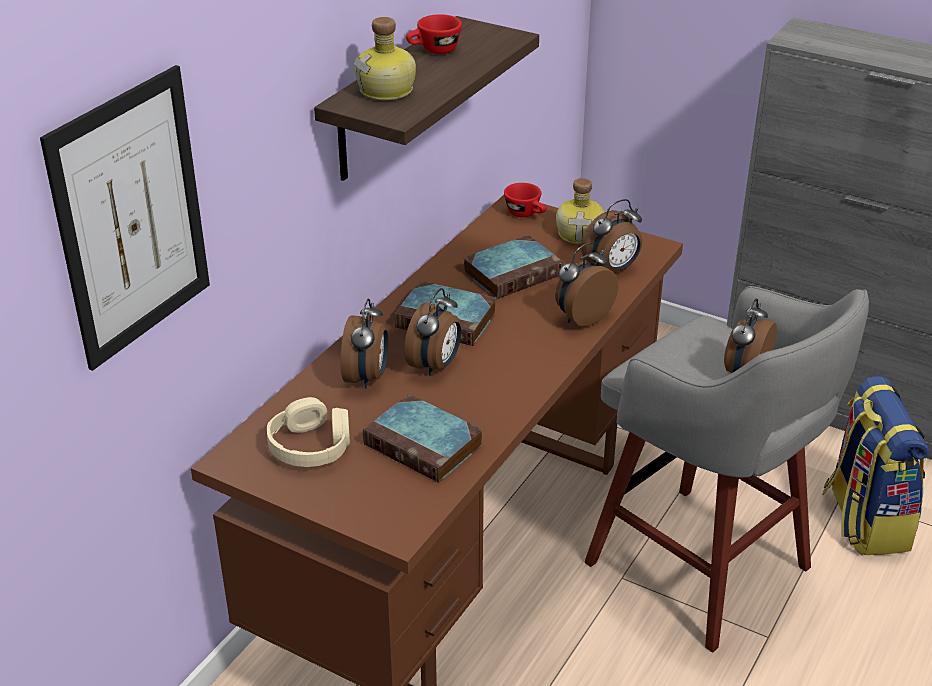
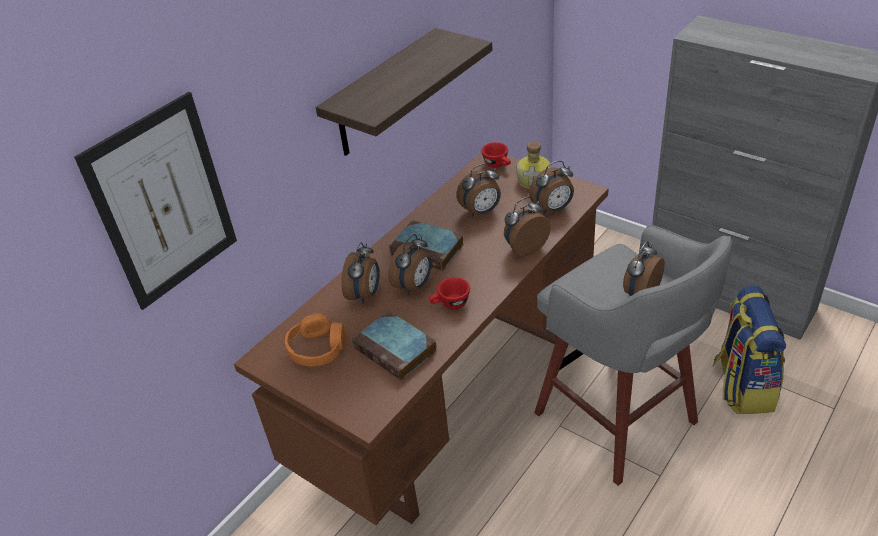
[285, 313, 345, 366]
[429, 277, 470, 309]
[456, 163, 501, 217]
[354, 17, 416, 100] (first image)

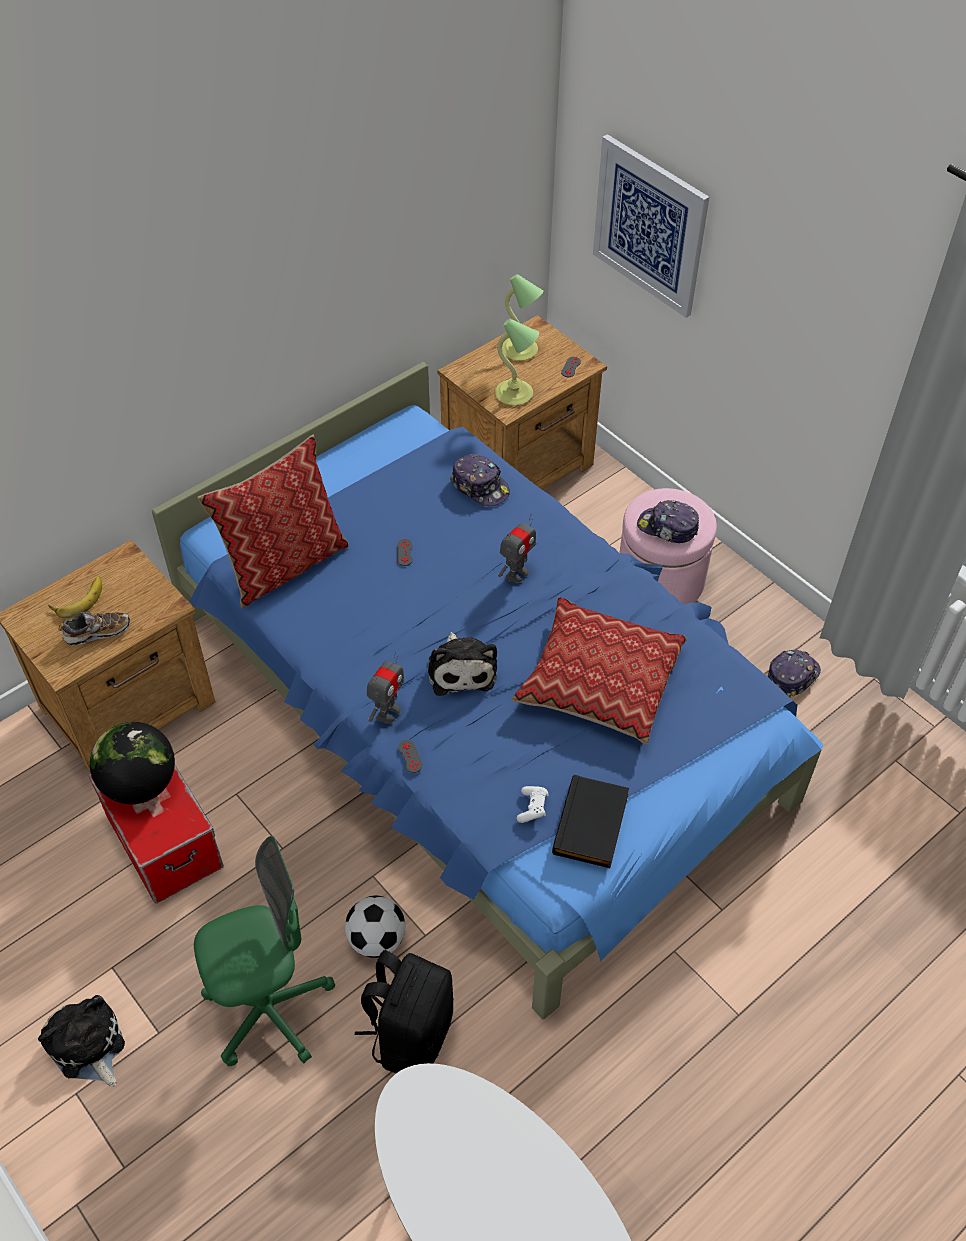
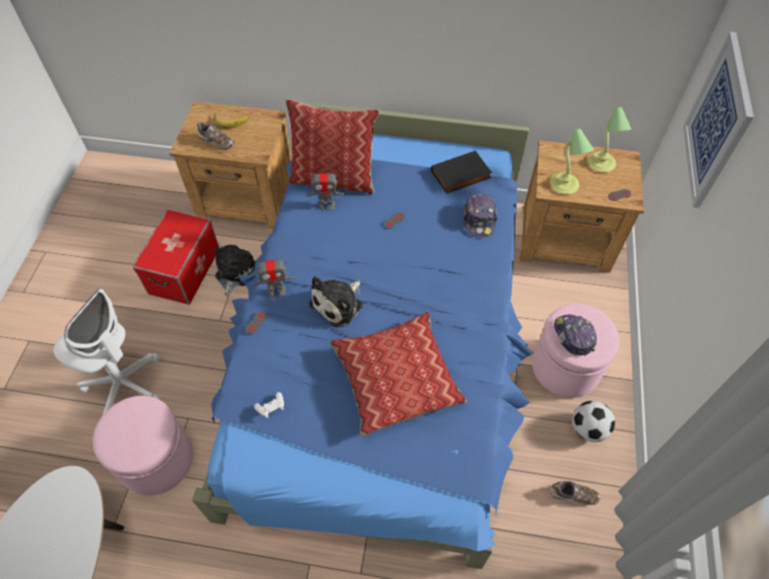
[54, 288, 160, 414]
[93, 396, 193, 496]
[214, 244, 255, 297]
[306, 170, 345, 211]
[431, 151, 492, 194]
[551, 481, 601, 505]
[572, 401, 615, 442]
[90, 722, 175, 804] (first image)

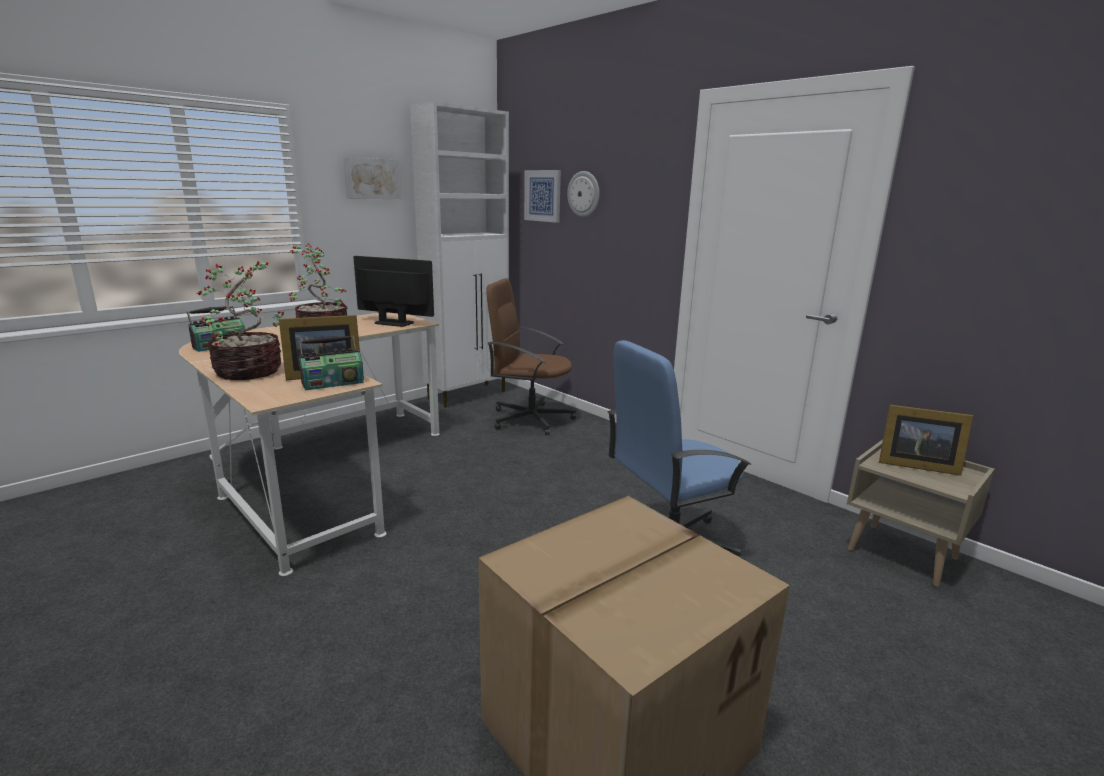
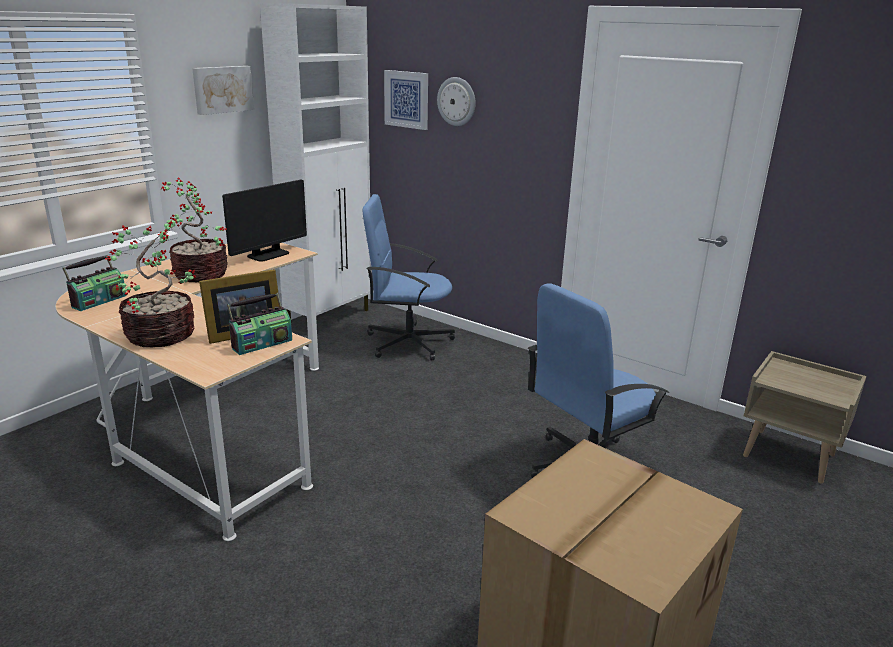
[222, 180, 307, 262]
[363, 194, 455, 361]
[879, 405, 973, 475] (first image)

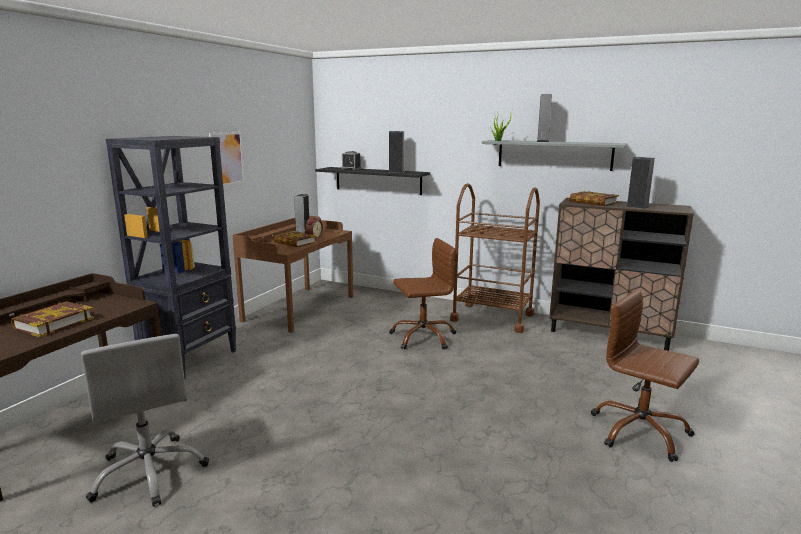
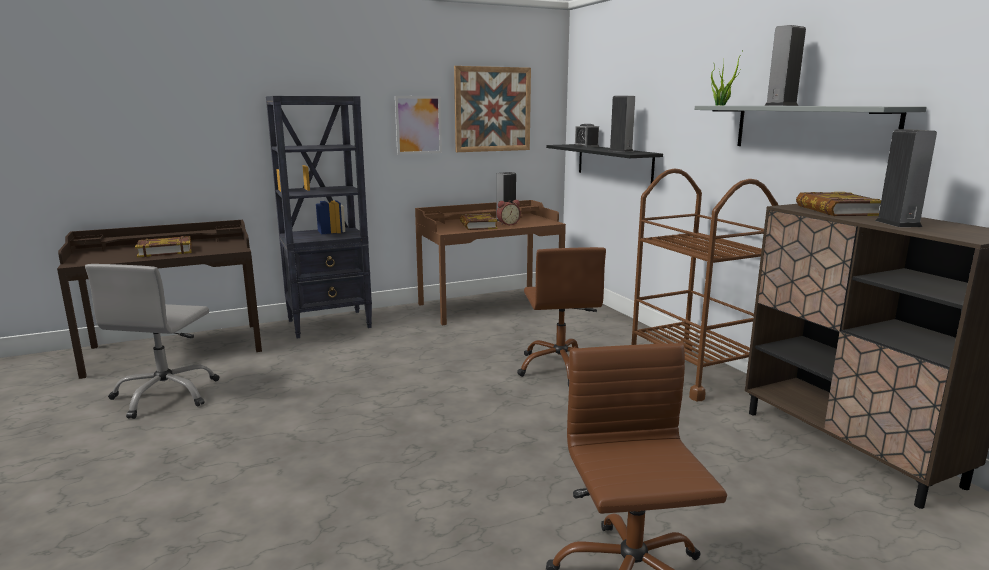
[454, 66, 531, 152]
[517, 247, 606, 387]

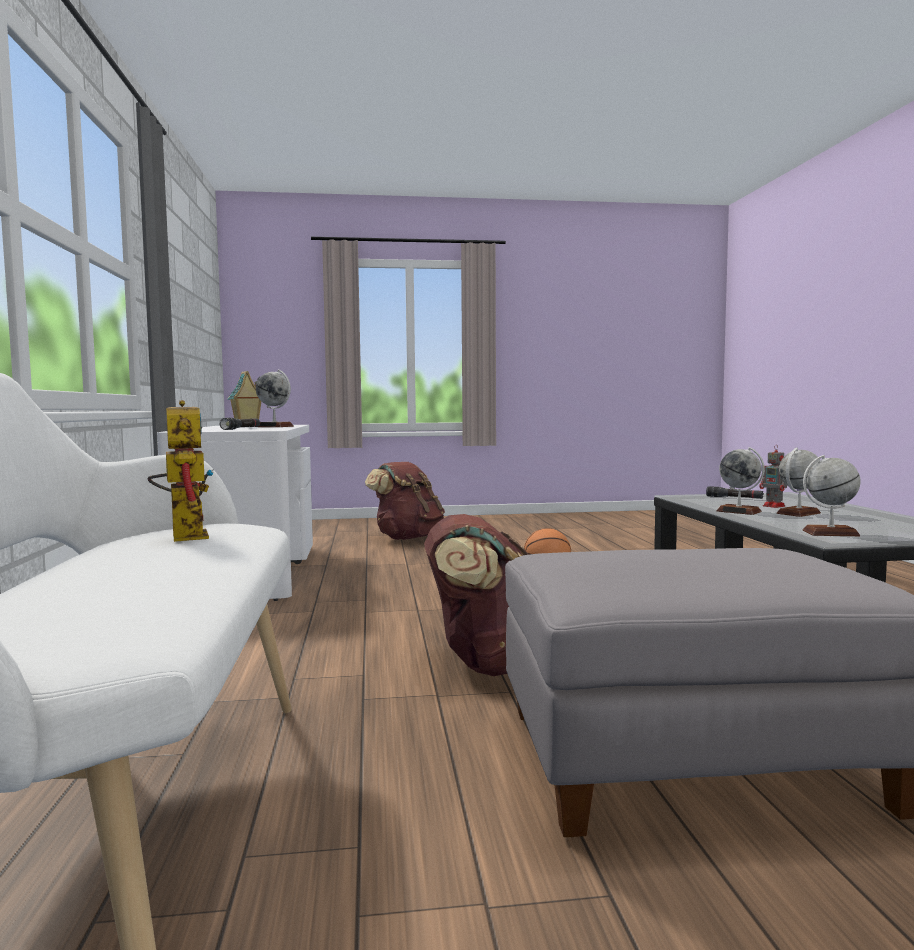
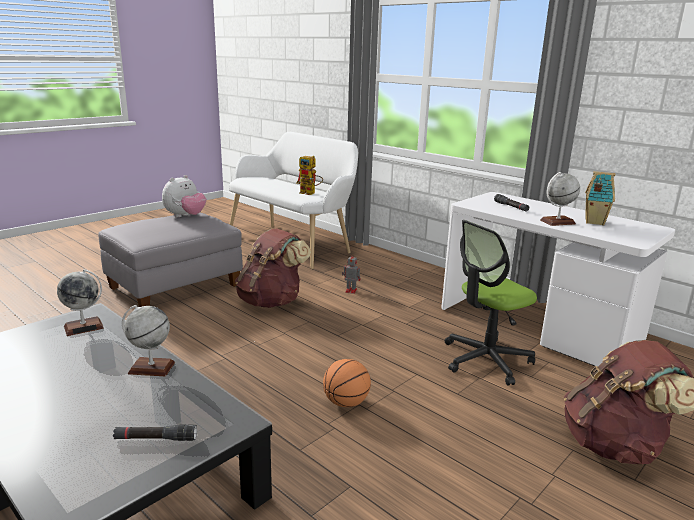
[162, 175, 206, 217]
[342, 253, 360, 294]
[445, 220, 537, 385]
[776, 448, 821, 517] (first image)

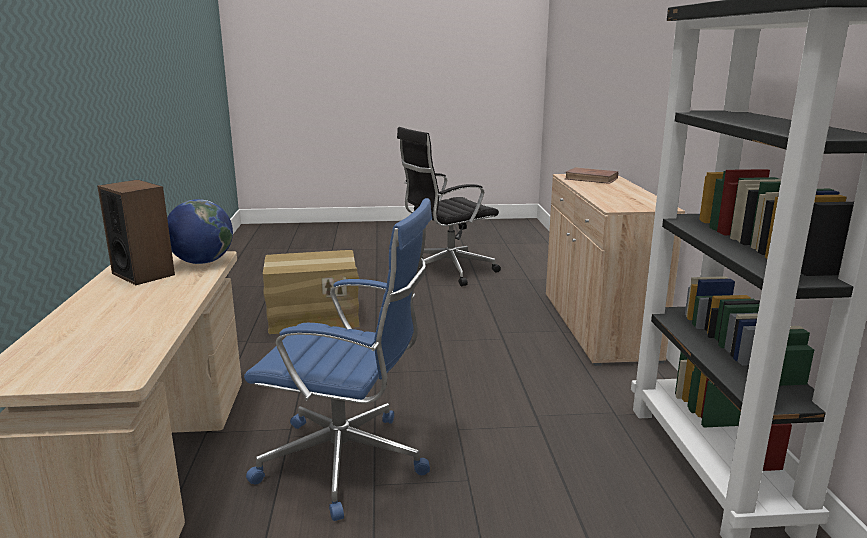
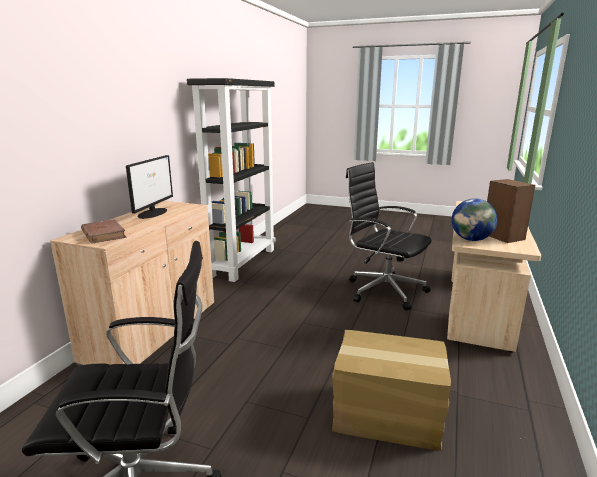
[126, 155, 173, 219]
[346, 162, 432, 310]

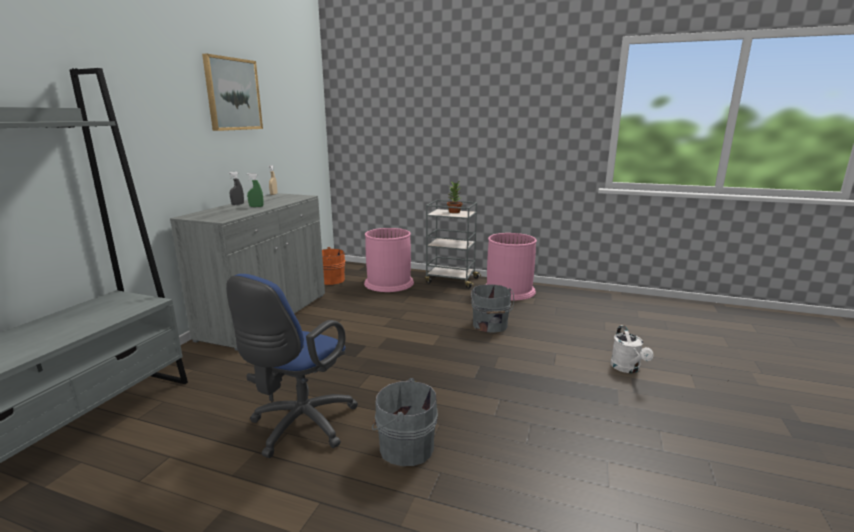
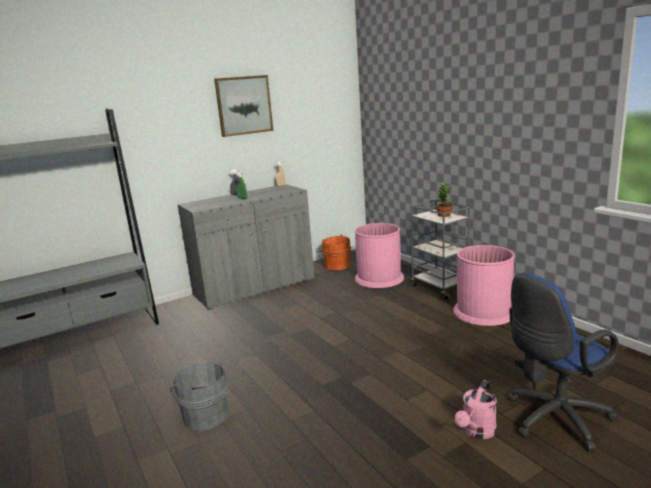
[455, 380, 497, 439]
[507, 273, 619, 451]
[471, 284, 514, 333] (first image)

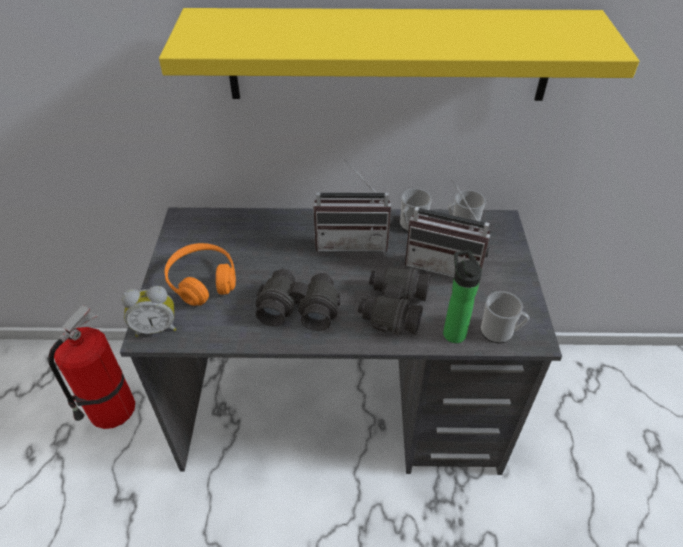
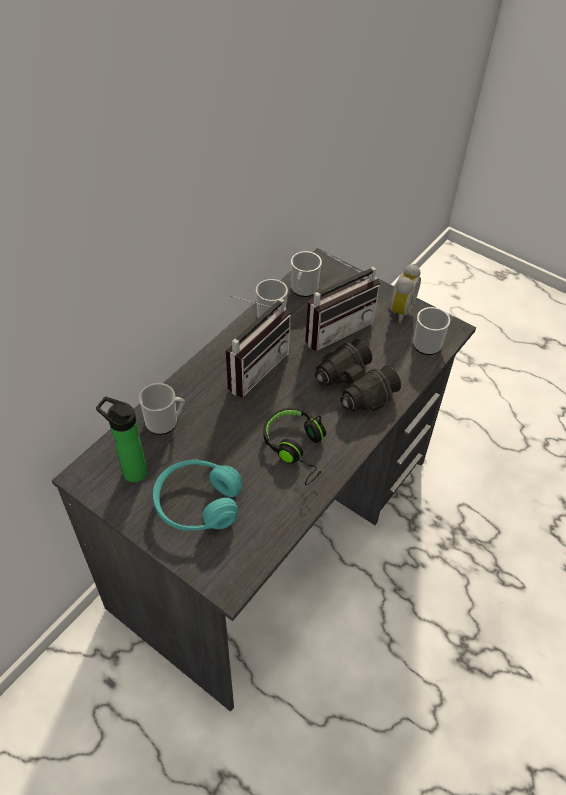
[96, 397, 147, 483]
[139, 383, 184, 435]
[153, 459, 242, 531]
[263, 408, 326, 485]
[388, 264, 421, 324]
[48, 305, 135, 429] (first image)
[159, 8, 639, 101] (first image)

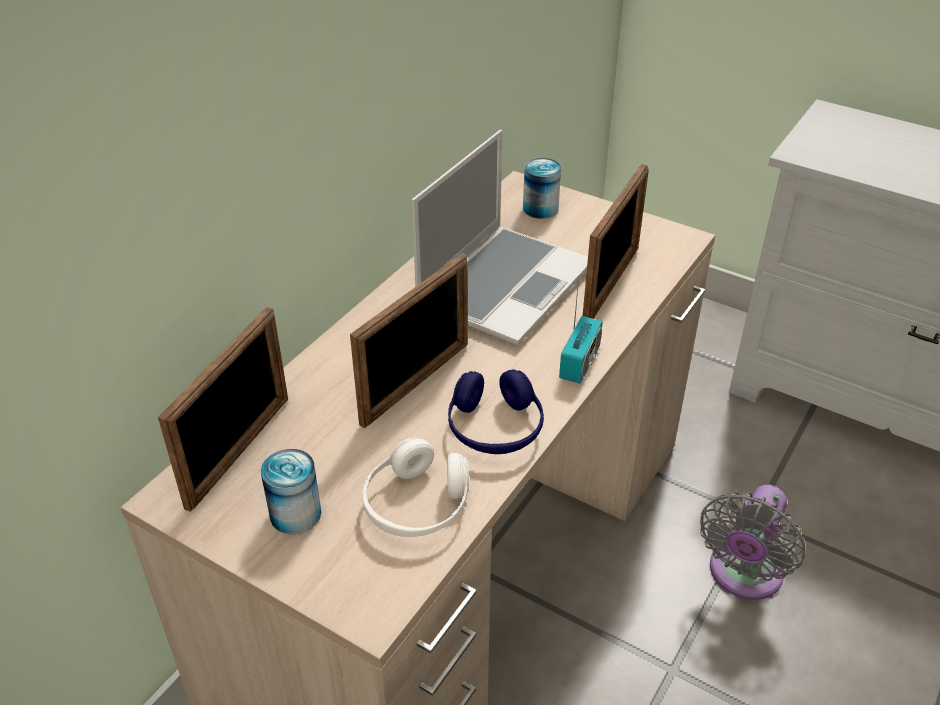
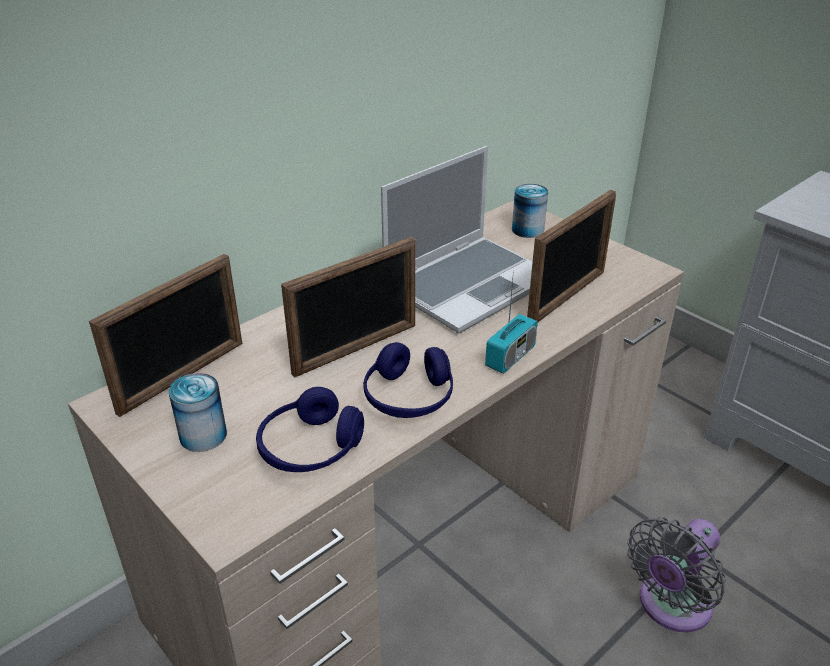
[256, 387, 364, 472]

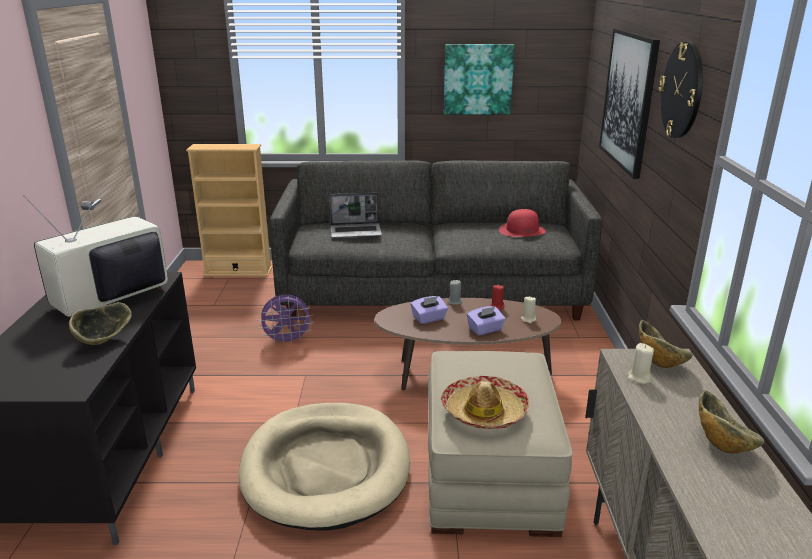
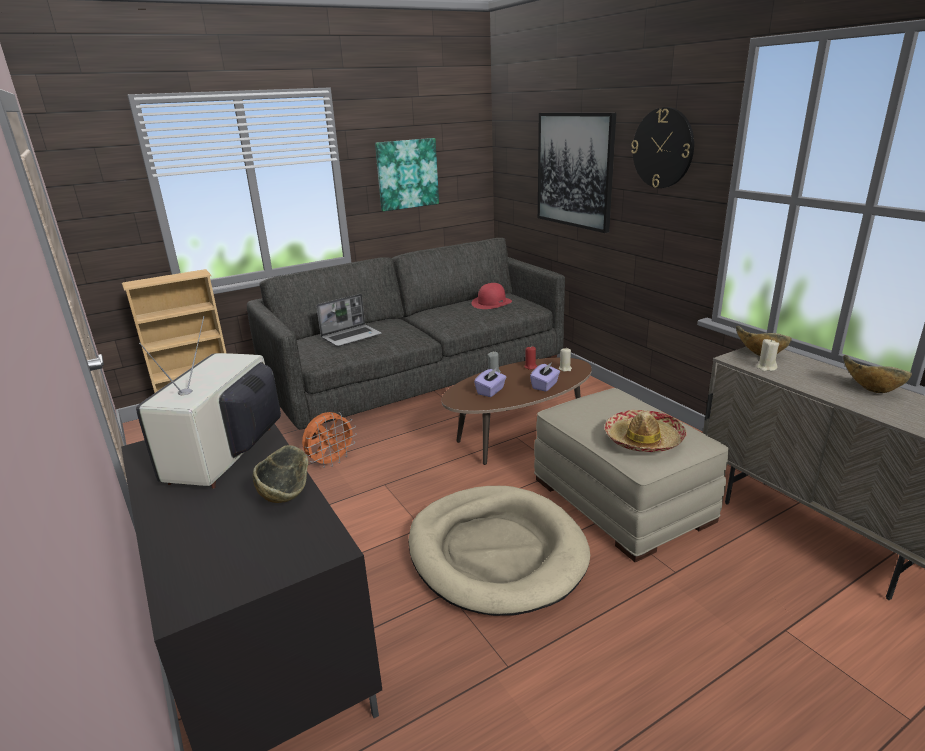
[302, 412, 357, 468]

